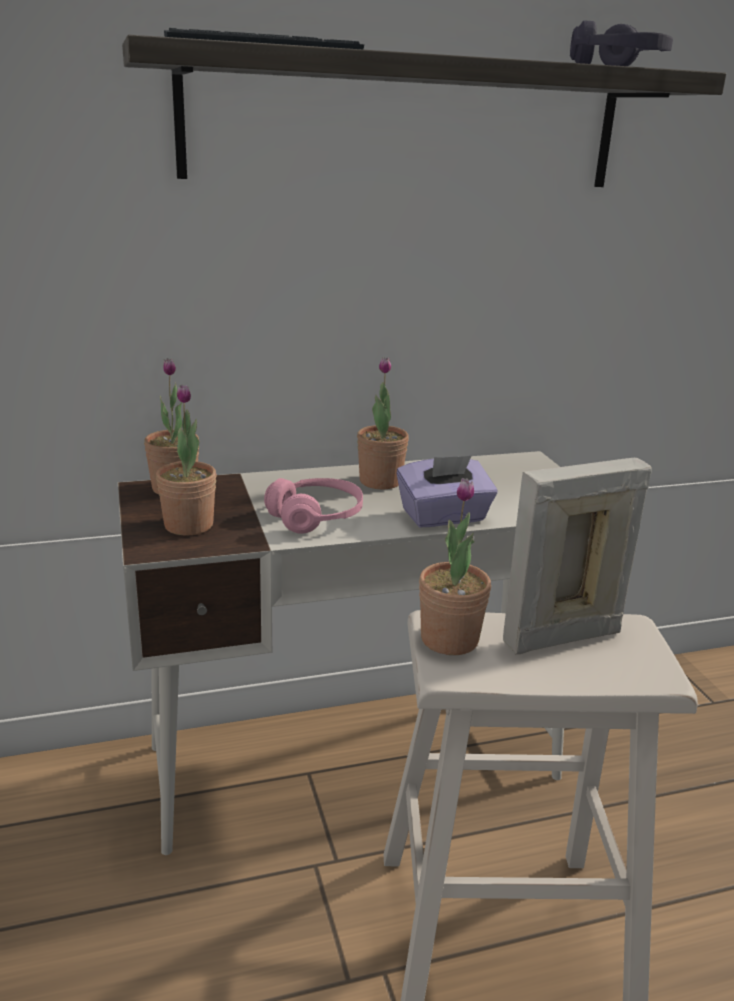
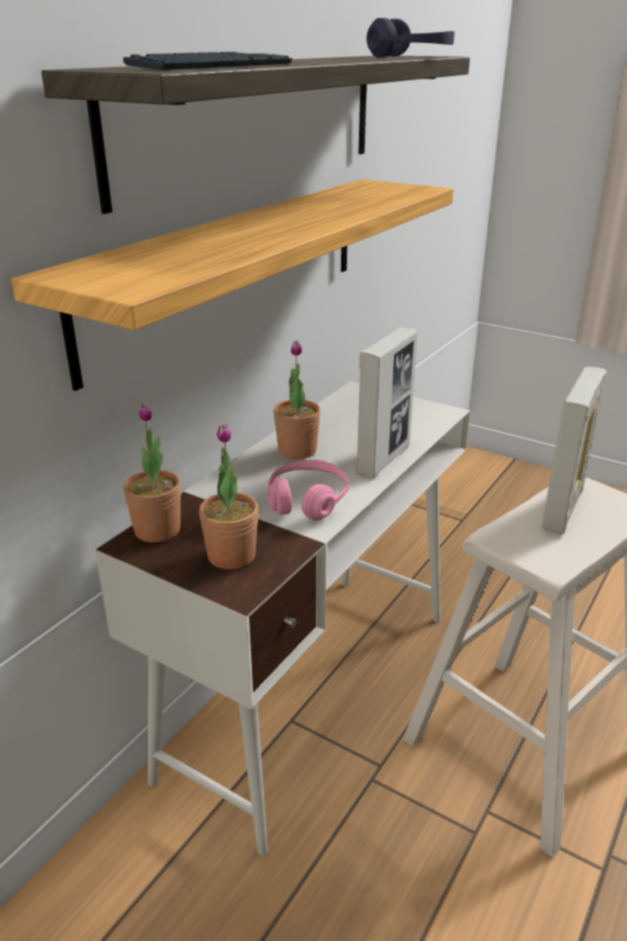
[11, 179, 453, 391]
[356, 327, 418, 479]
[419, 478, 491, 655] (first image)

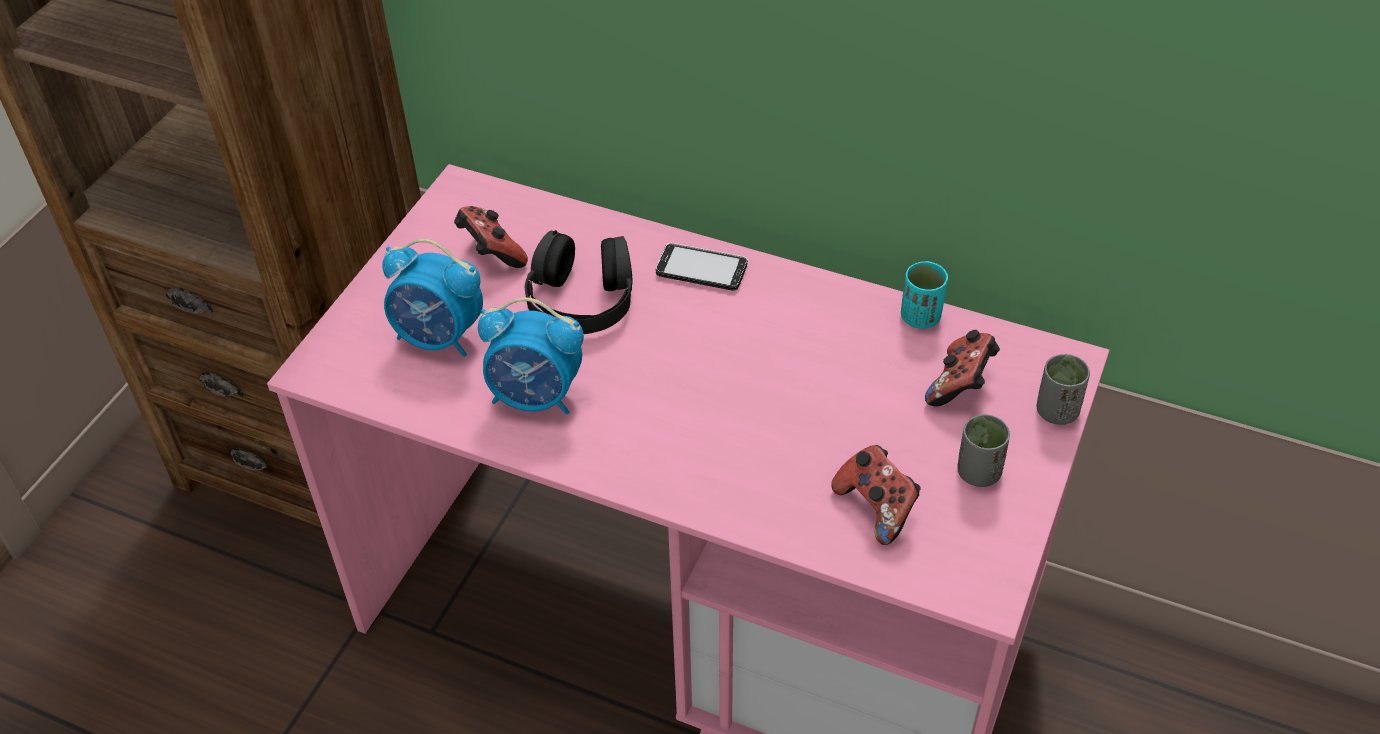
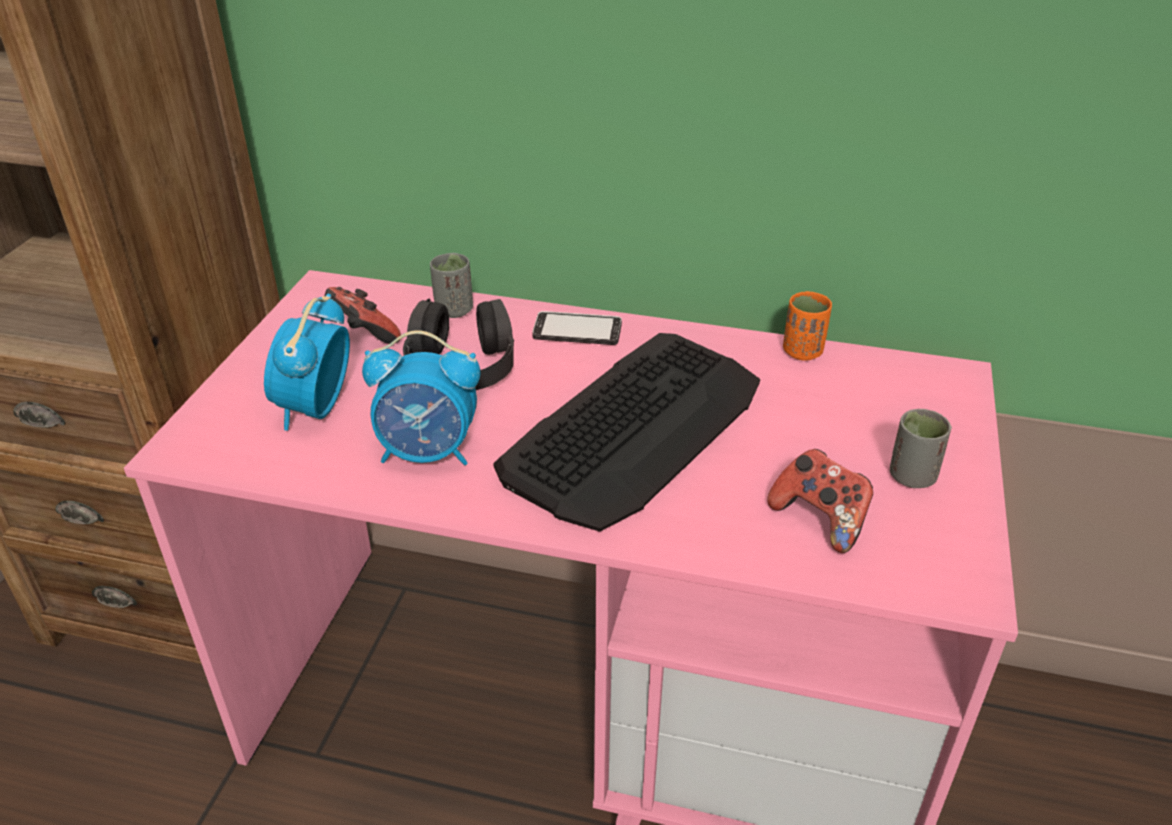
[264, 294, 350, 431]
[430, 253, 473, 318]
[494, 333, 760, 532]
[783, 291, 832, 361]
[925, 330, 1000, 406] (first image)

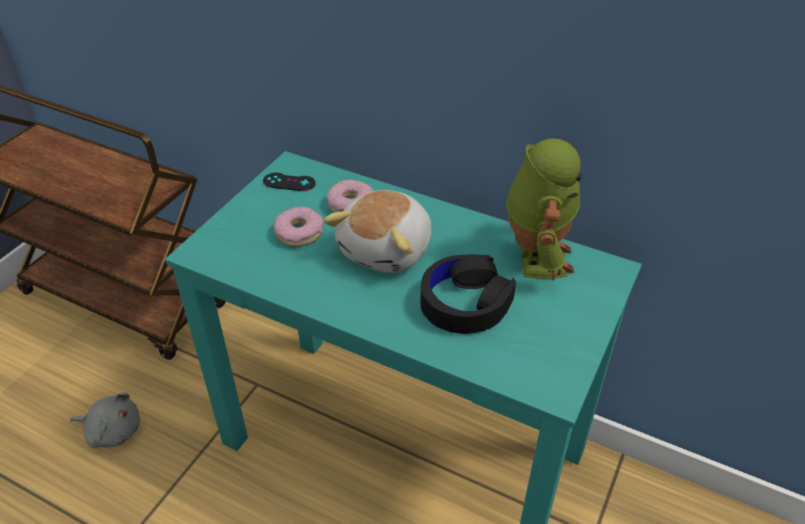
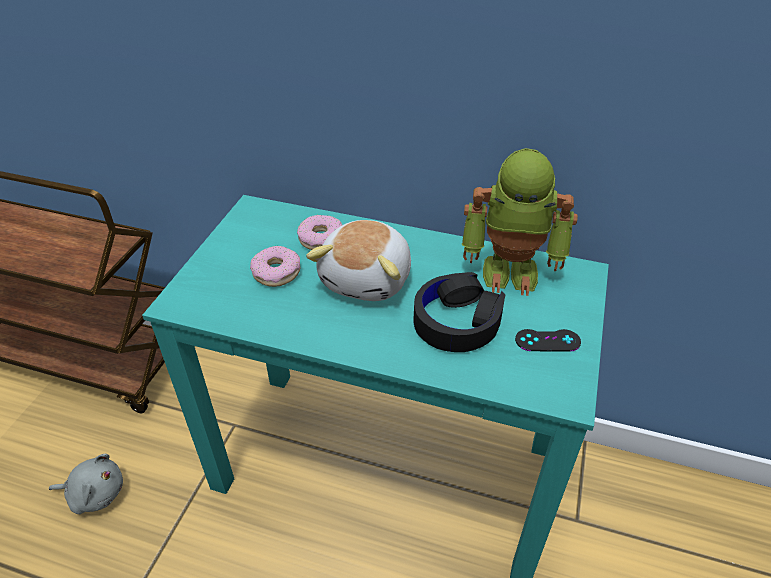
[462, 148, 578, 296]
[515, 329, 581, 352]

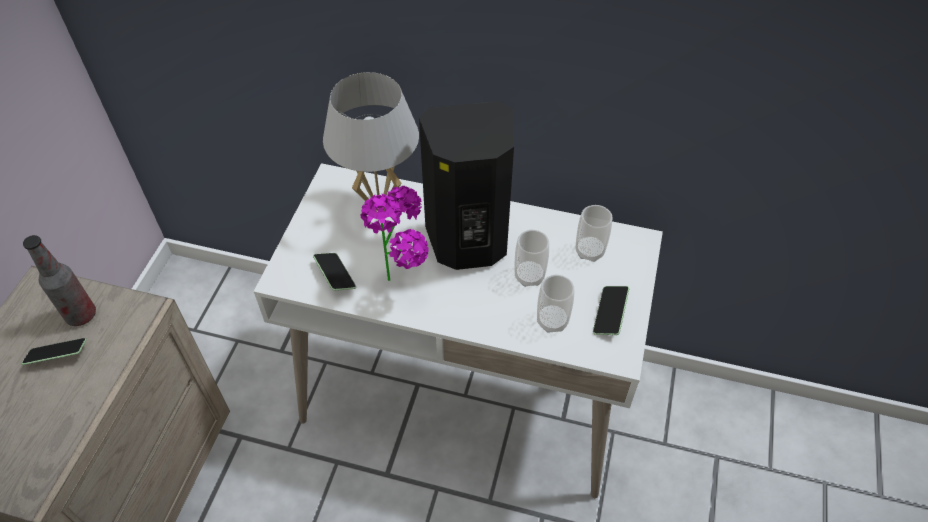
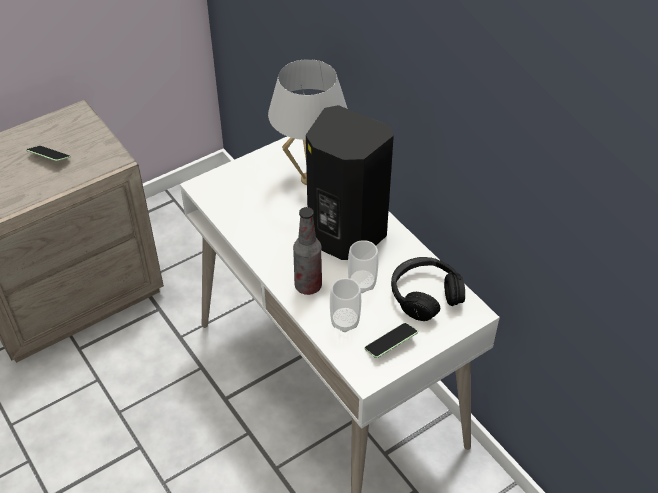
[293, 207, 322, 295]
[391, 257, 465, 321]
[313, 253, 356, 291] (first image)
[361, 186, 429, 281] (first image)

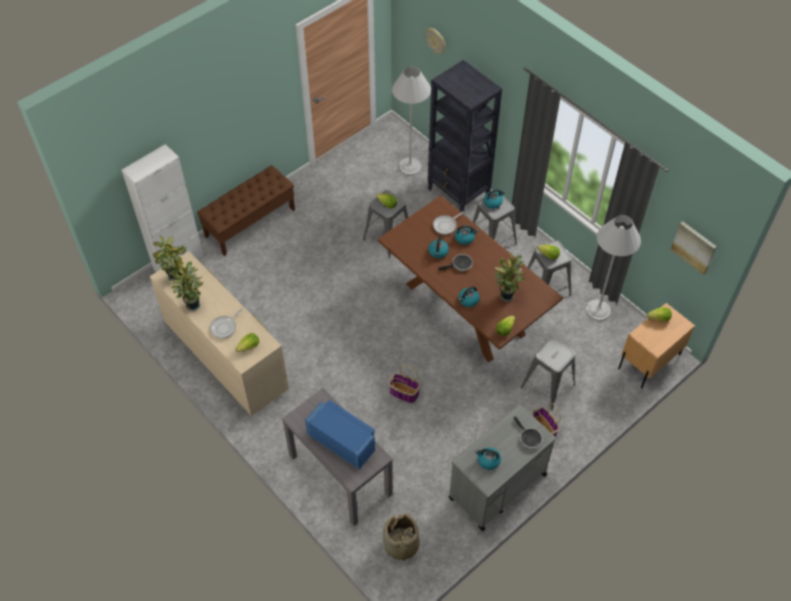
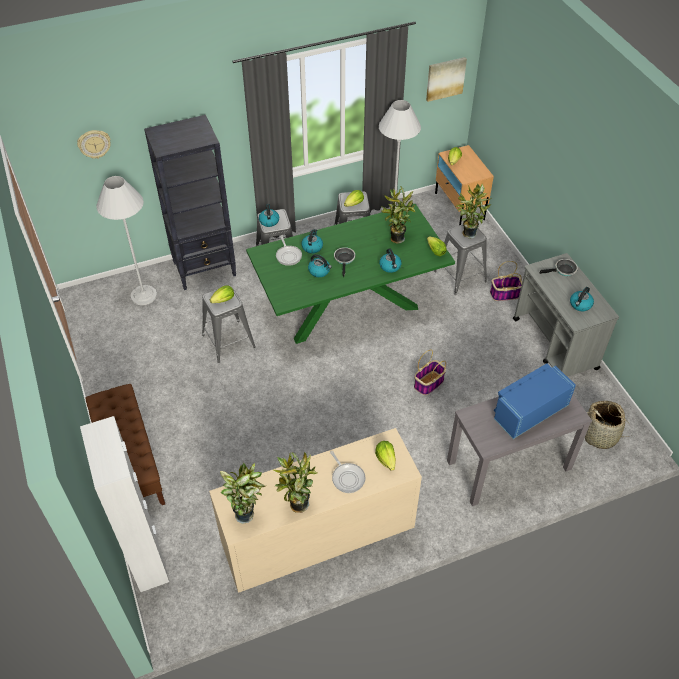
[246, 204, 455, 344]
[456, 184, 491, 238]

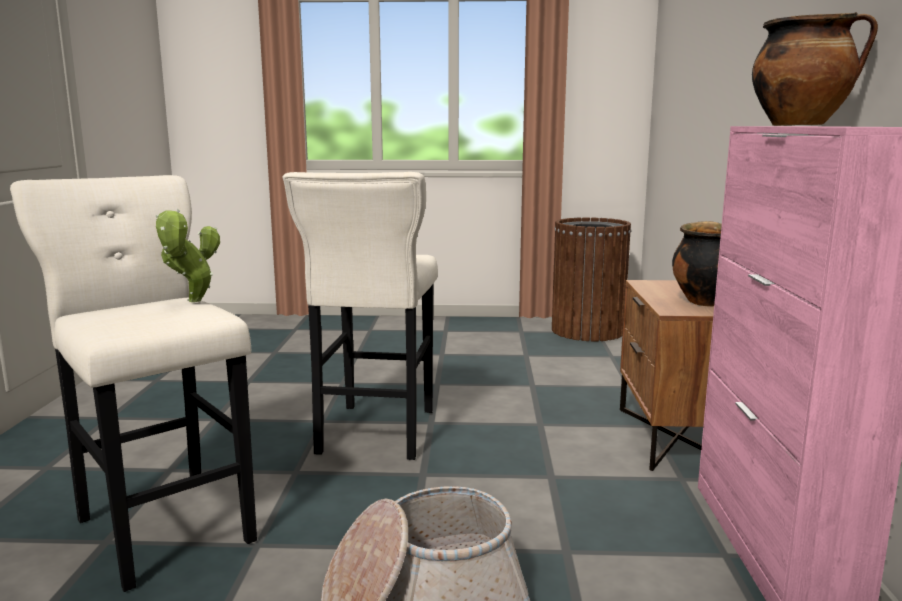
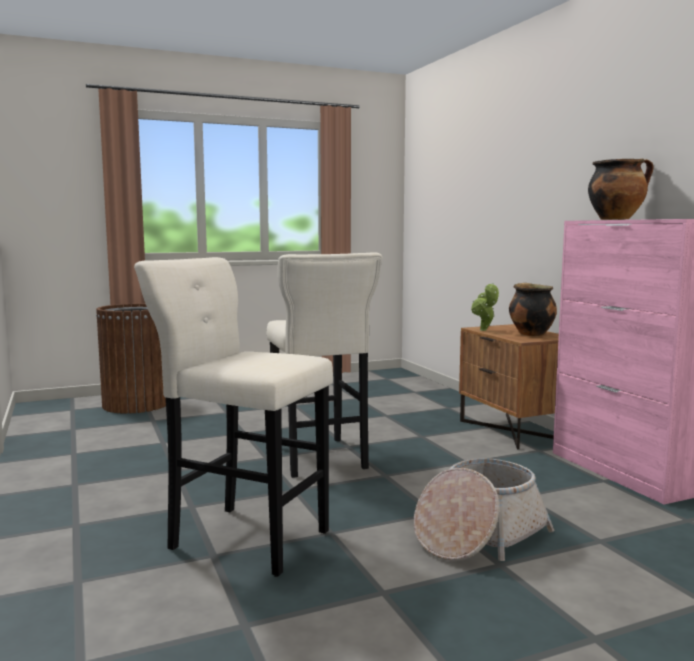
[96, 303, 166, 414]
[471, 283, 499, 331]

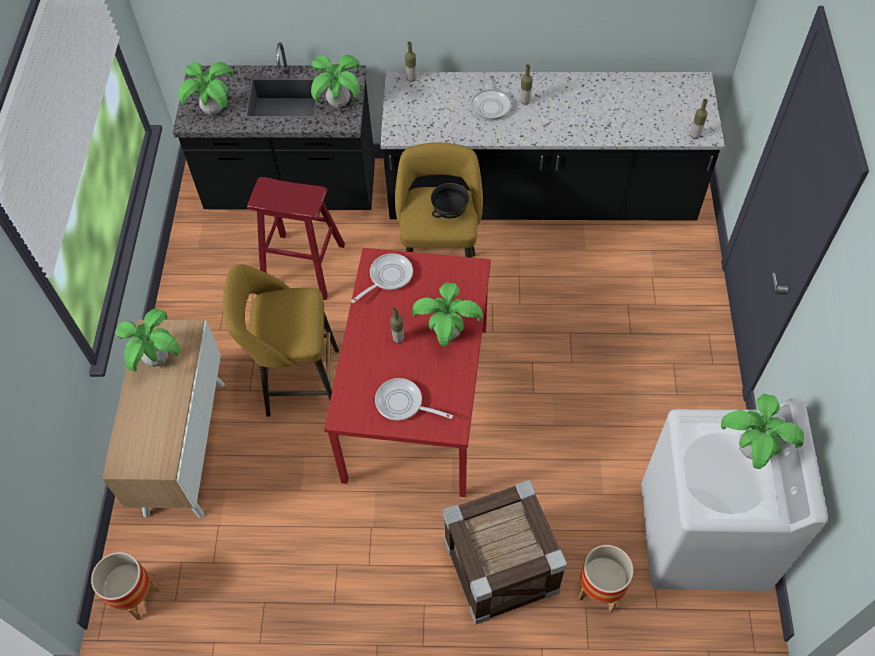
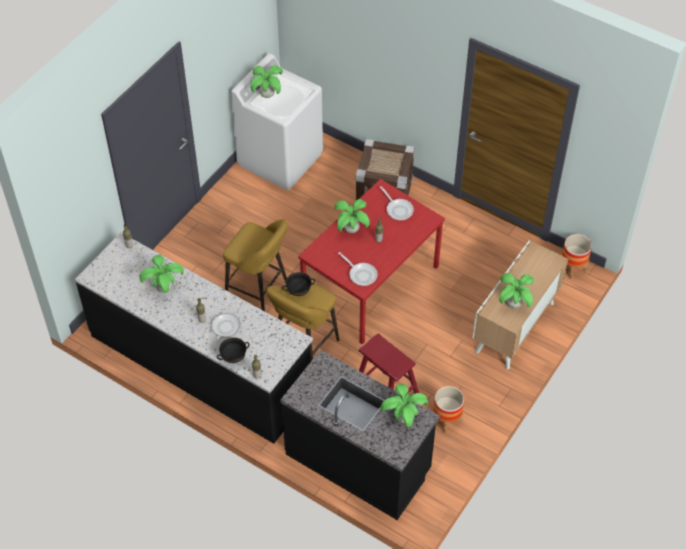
[140, 254, 184, 293]
[217, 337, 250, 363]
[223, 219, 288, 311]
[338, 252, 377, 286]
[432, 386, 464, 434]

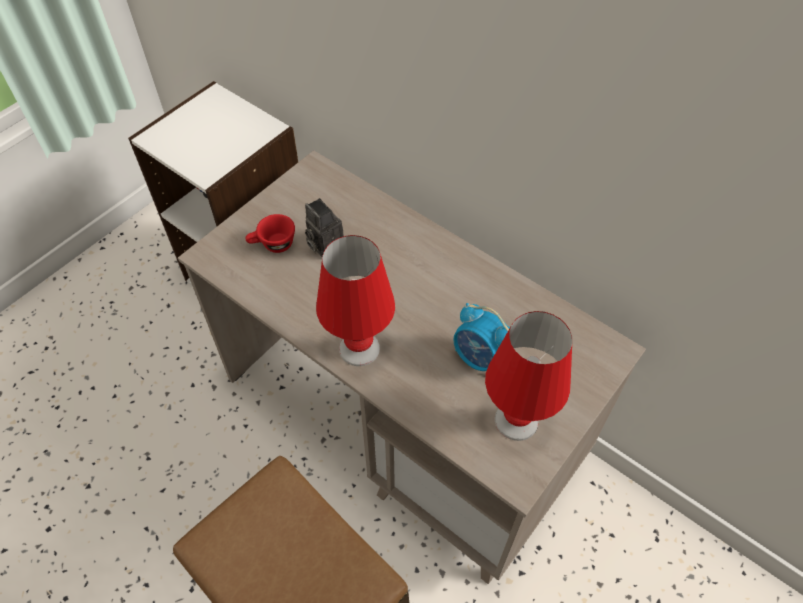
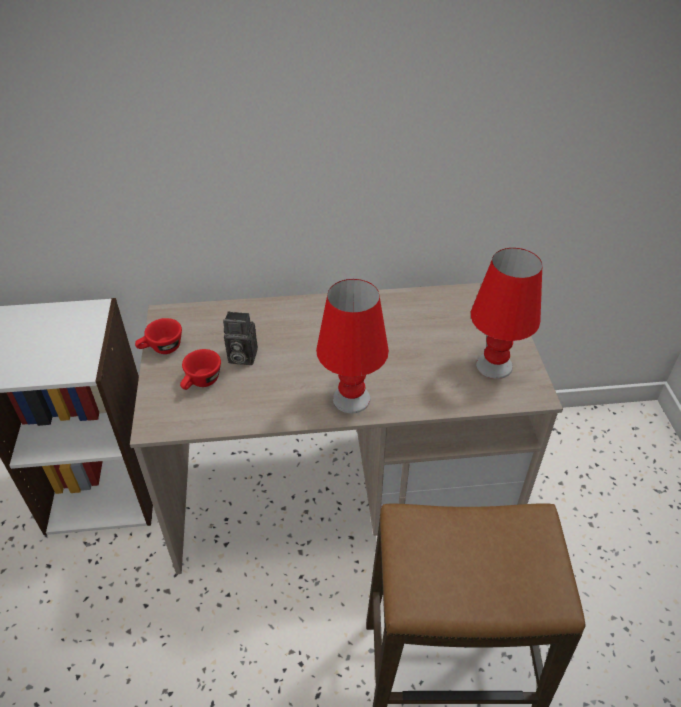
[135, 318, 182, 354]
[453, 303, 510, 371] (first image)

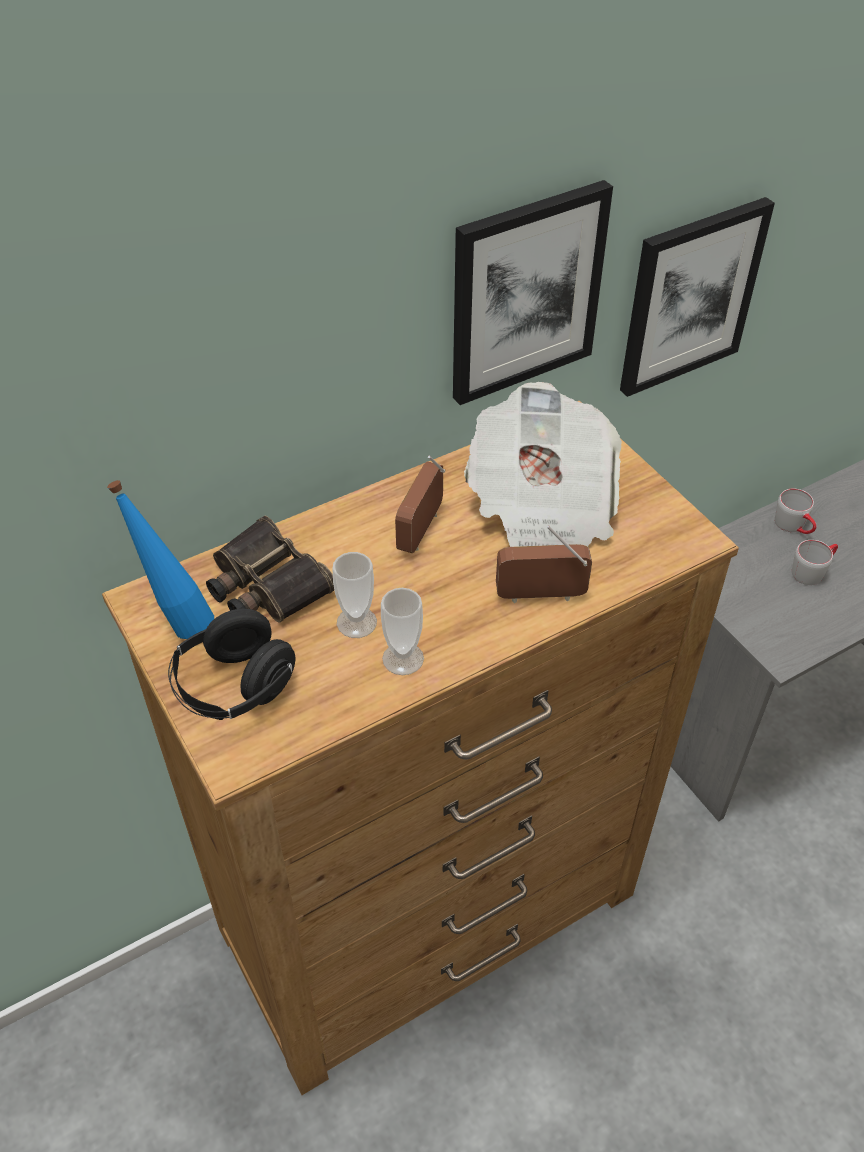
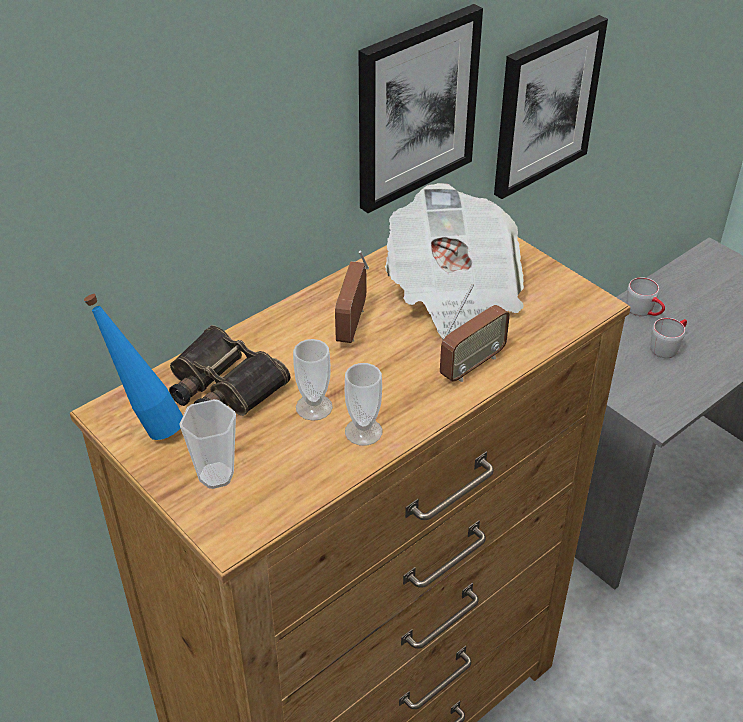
[179, 399, 236, 489]
[440, 284, 510, 382]

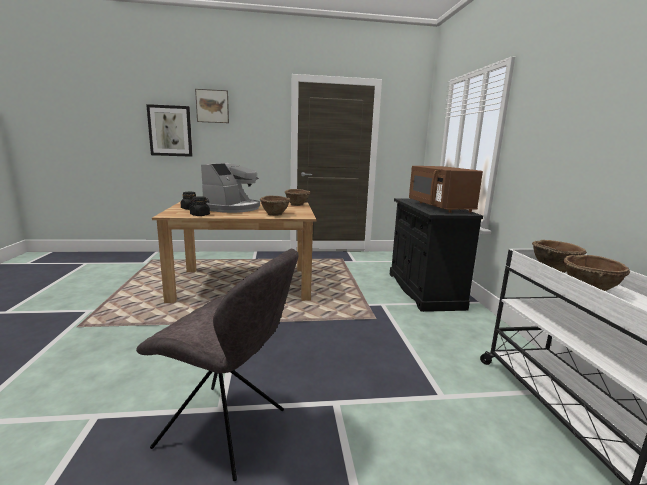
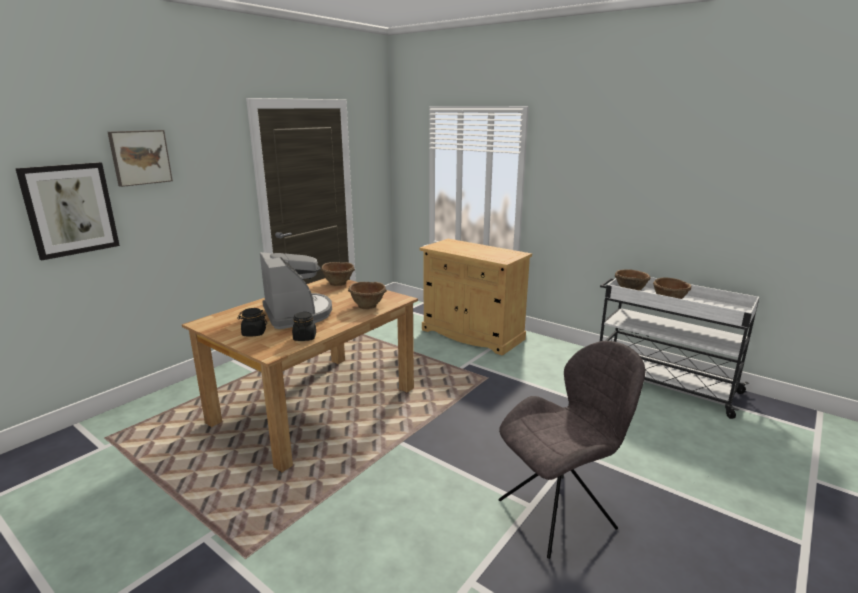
[420, 239, 532, 356]
[409, 166, 483, 213] (first image)

